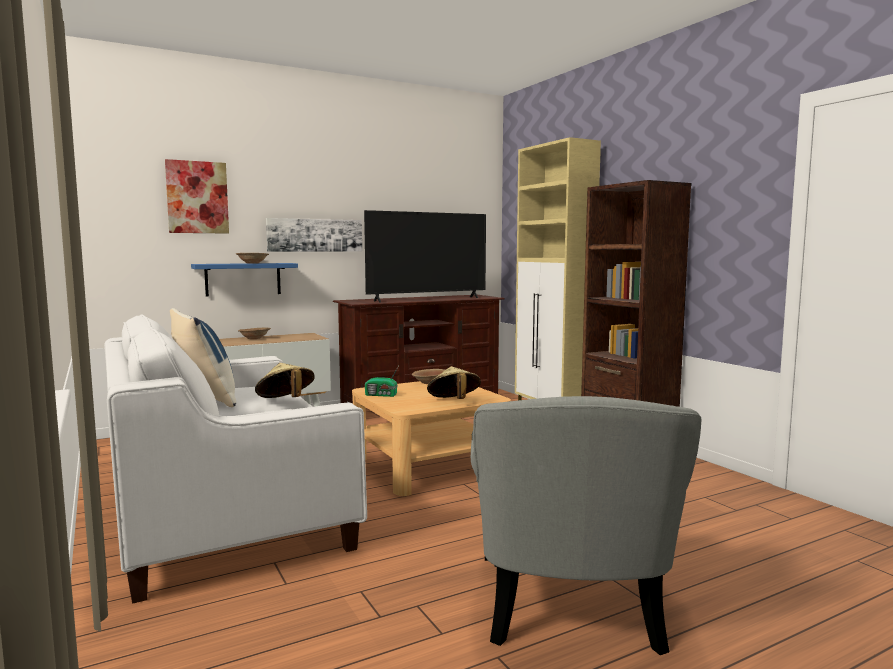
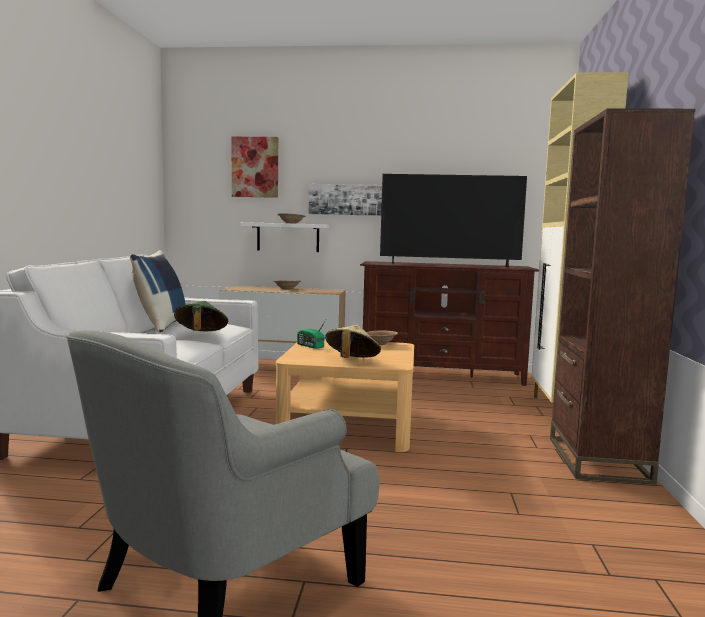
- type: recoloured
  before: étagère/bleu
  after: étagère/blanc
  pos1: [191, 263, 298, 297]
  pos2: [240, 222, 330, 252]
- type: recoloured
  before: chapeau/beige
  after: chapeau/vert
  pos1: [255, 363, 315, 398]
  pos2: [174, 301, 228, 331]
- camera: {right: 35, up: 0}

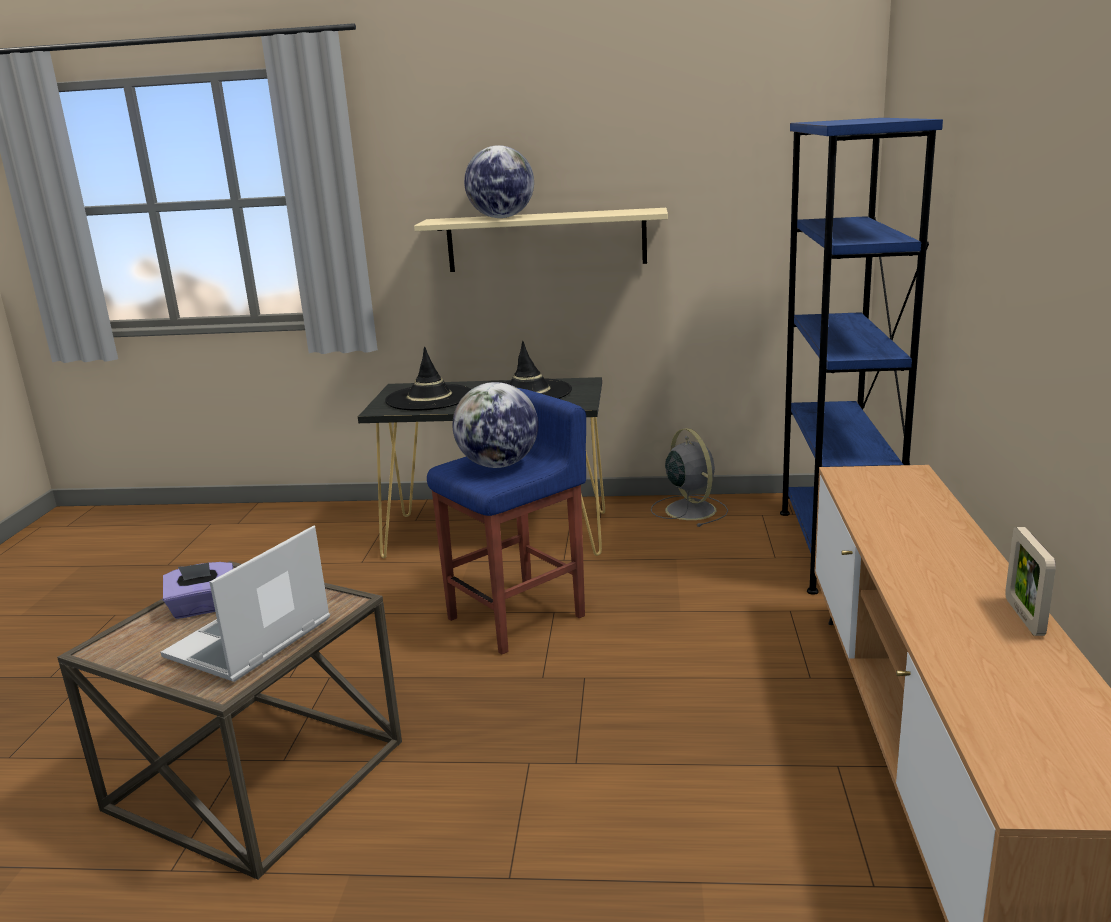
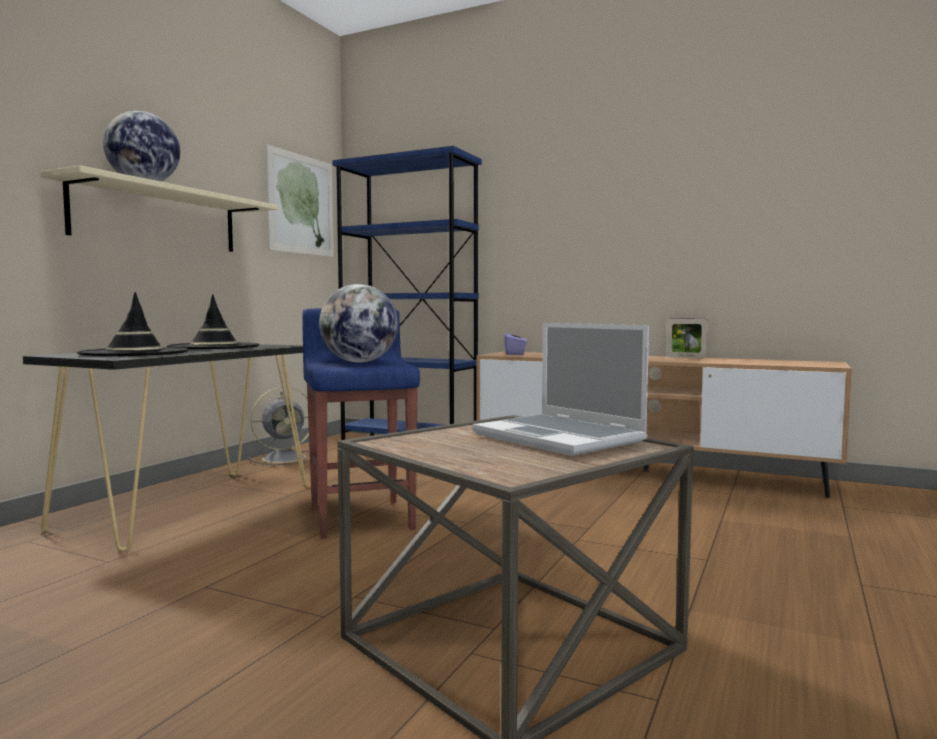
- type: turned
  before: ventilateur/gris
  pos1: [651, 428, 728, 527]
  pos2: [248, 387, 310, 465]
  turn: 150
- type: moved
  before: boîte à mouchoirs/violet
  pos1: [163, 562, 233, 619]
  pos2: [504, 327, 527, 355]
- type: added
  after: tableau
  pos2: [266, 144, 334, 257]
- camera: {right: -70, up: -15}

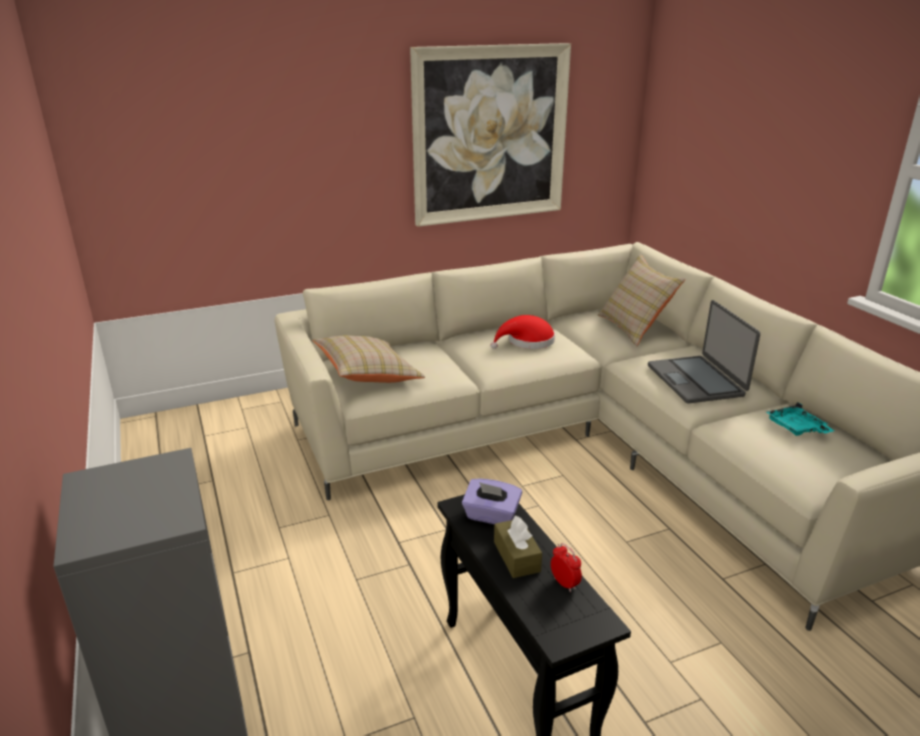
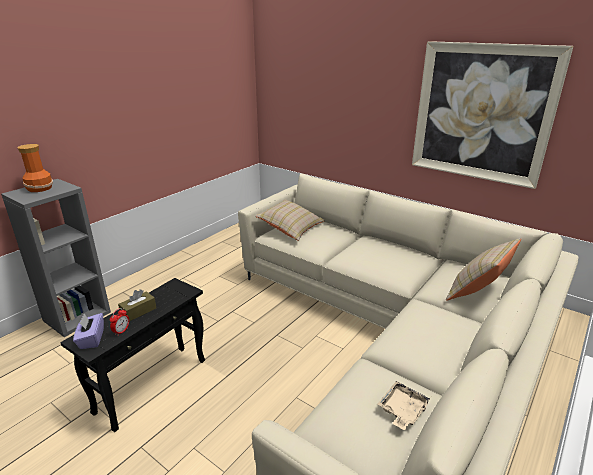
- type: removed
  before: ordinateur portable
  pos1: [648, 300, 760, 404]
- type: removed
  before: chapeau/rouge
  pos1: [491, 315, 555, 349]
- type: recoloured
  before: plateau/turquoise
  after: plateau/beige
  pos1: [766, 402, 835, 436]
  pos2: [378, 381, 430, 430]
- type: moved
  before: boîte à mouchoirs/violet
  pos1: [462, 478, 522, 524]
  pos2: [73, 313, 104, 349]
- type: added
  after: vase
  pos2: [18, 144, 53, 192]
- camera: {right: 60, up: 0}

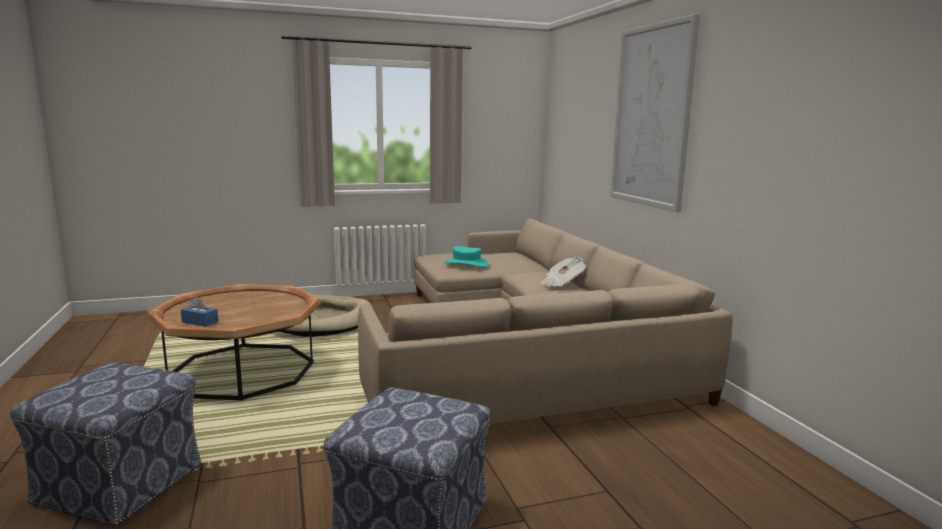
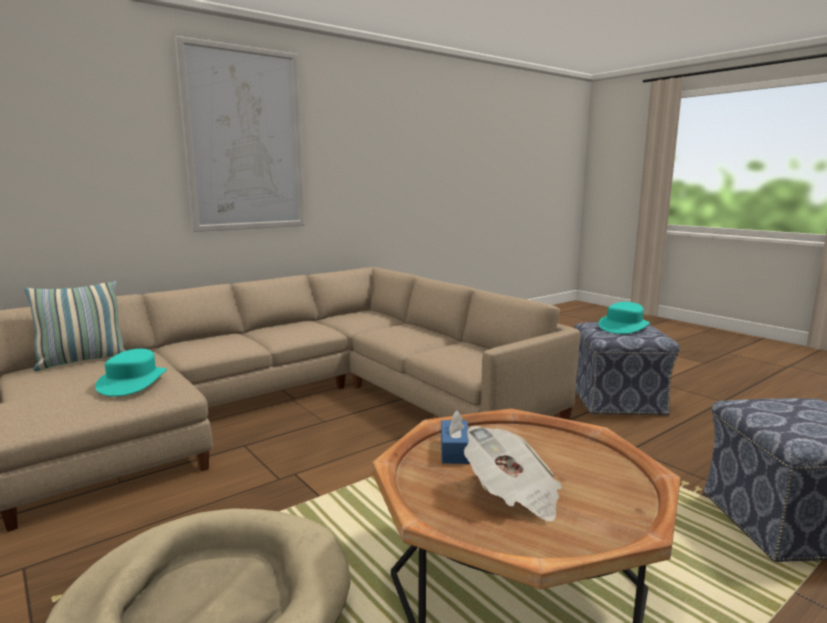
- type: moved
  before: journal
  pos1: [541, 257, 586, 287]
  pos2: [464, 426, 562, 521]
- type: moved
  before: boîte à mouchoirs/bleu
  pos1: [181, 297, 218, 327]
  pos2: [441, 411, 470, 464]
- type: added
  after: coussin
  pos2: [24, 281, 125, 371]
- type: added
  after: chapeau/turquoise
  pos2: [598, 302, 650, 334]
- camera: {right: -110, up: 0}

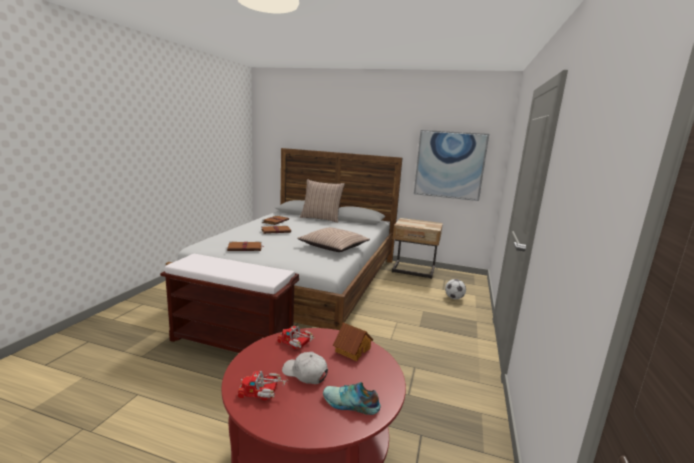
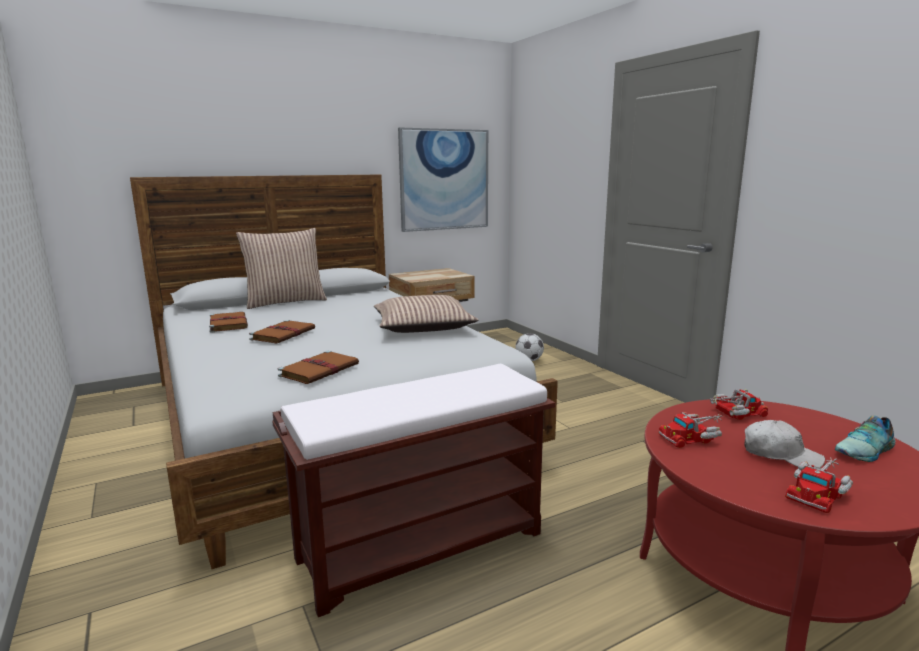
- type: replaced
  before: maison miniature
  after: camion jouet
  pos1: [333, 323, 373, 361]
  pos2: [710, 389, 768, 420]
- type: turned
  before: casquette/blanc
  pos1: [282, 352, 328, 384]
  pos2: [744, 420, 825, 468]
  turn: -135
- camera: {right: -45, up: 0}

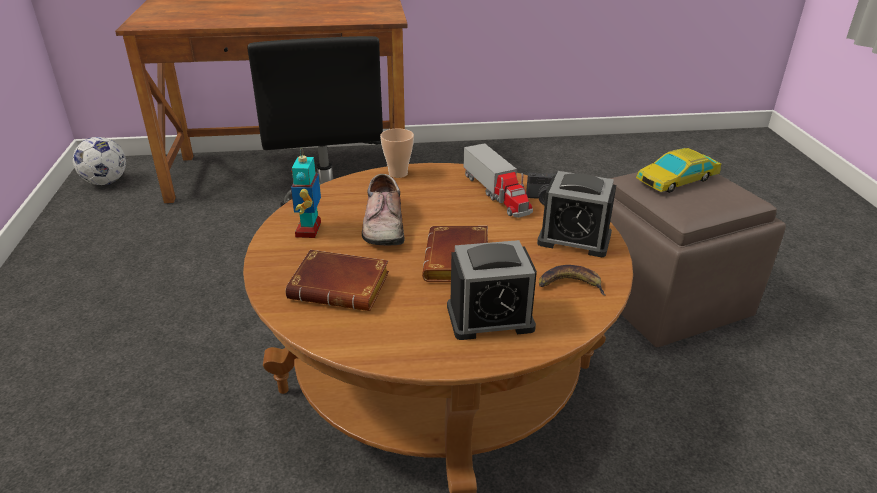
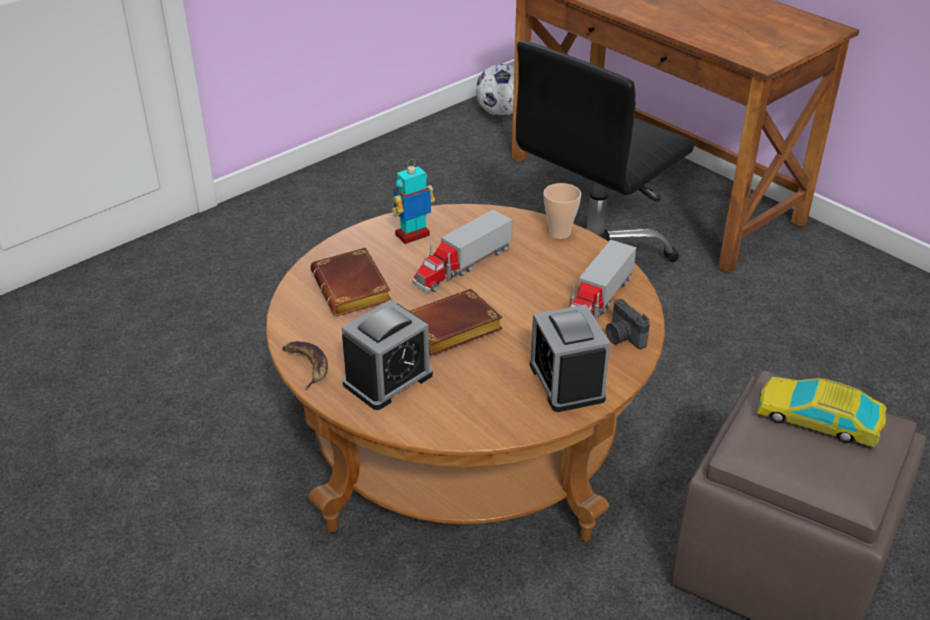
- type: replaced
  before: chaussure
  after: camion jouet
  pos1: [362, 174, 405, 245]
  pos2: [412, 209, 513, 292]
- type: turned
  before: réveil
  pos1: [447, 240, 537, 340]
  pos2: [341, 300, 433, 410]
  turn: -90
- type: moved
  before: banane
  pos1: [539, 265, 606, 296]
  pos2: [282, 341, 328, 390]
- camera: {right: 55, up: 5}

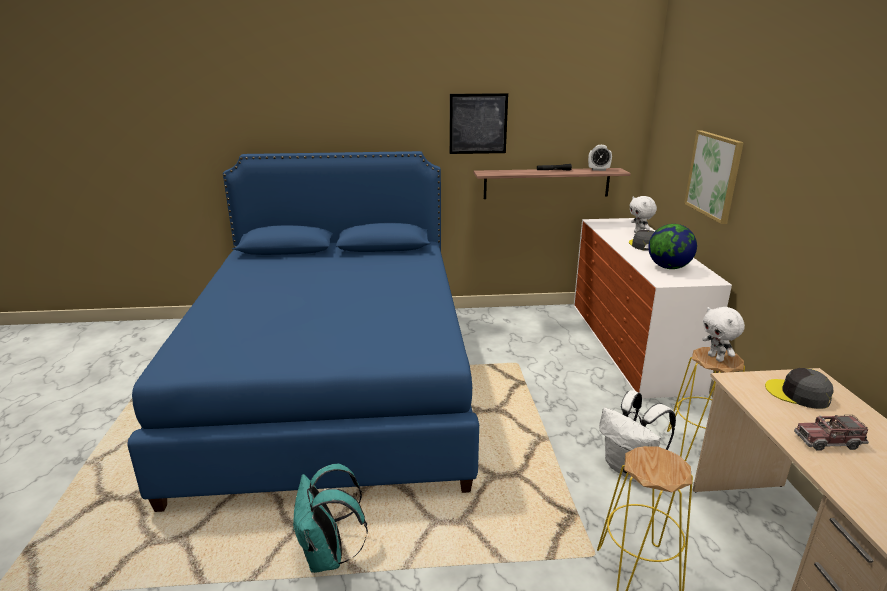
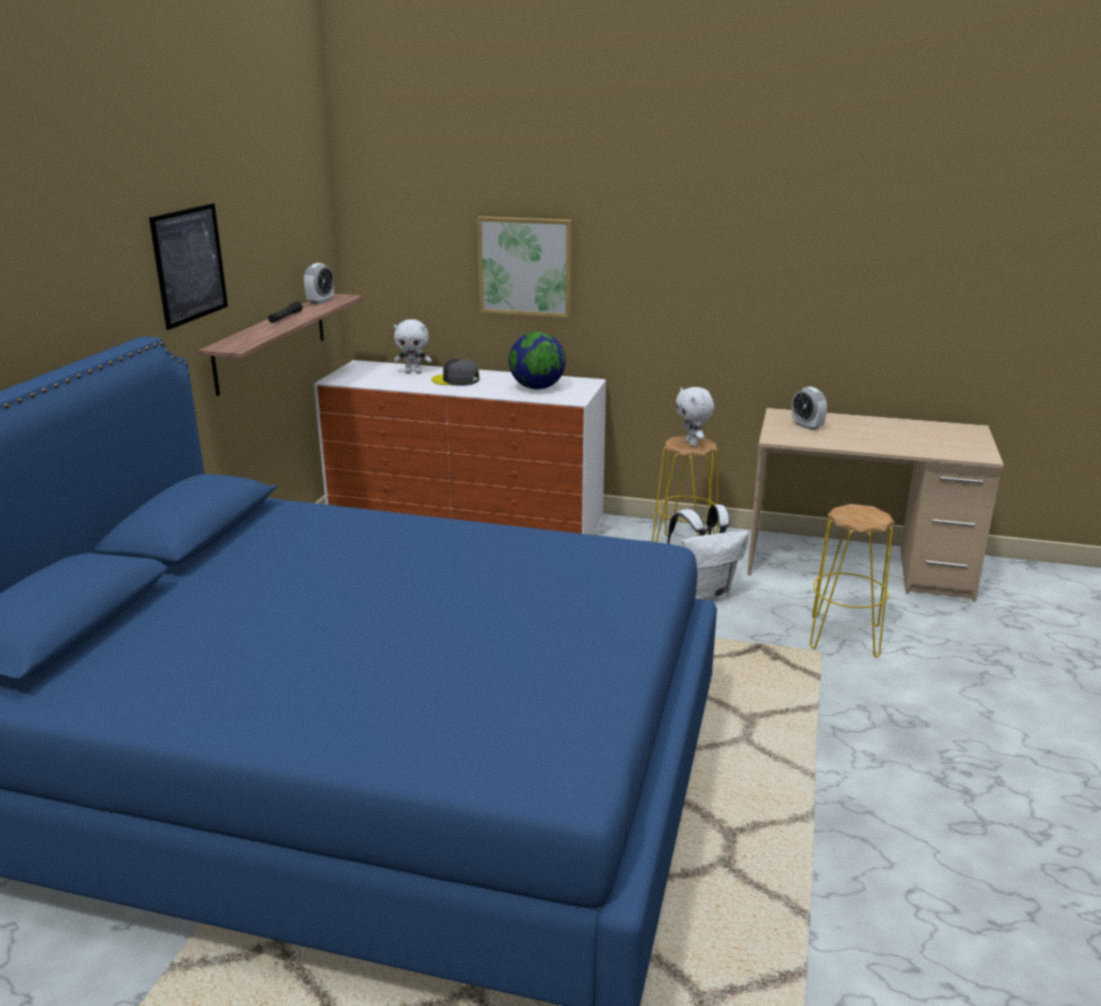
- type: turned
  before: peluche/blanc
  pos1: [702, 307, 745, 362]
  pos2: [676, 387, 714, 447]
  turn: 75
- type: replaced
  before: casquette/gris
  after: réveil
  pos1: [765, 368, 834, 409]
  pos2: [792, 387, 827, 430]
- type: removed
  before: camion jouet
  pos1: [794, 415, 869, 451]
- type: removed
  before: sac à dos/turquoise
  pos1: [293, 464, 368, 573]
- camera: {right: -70, up: 0}

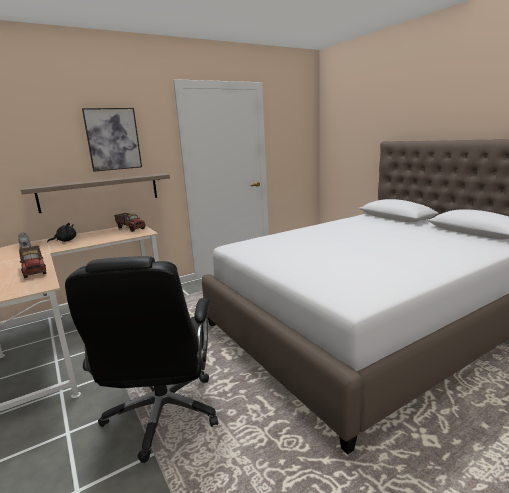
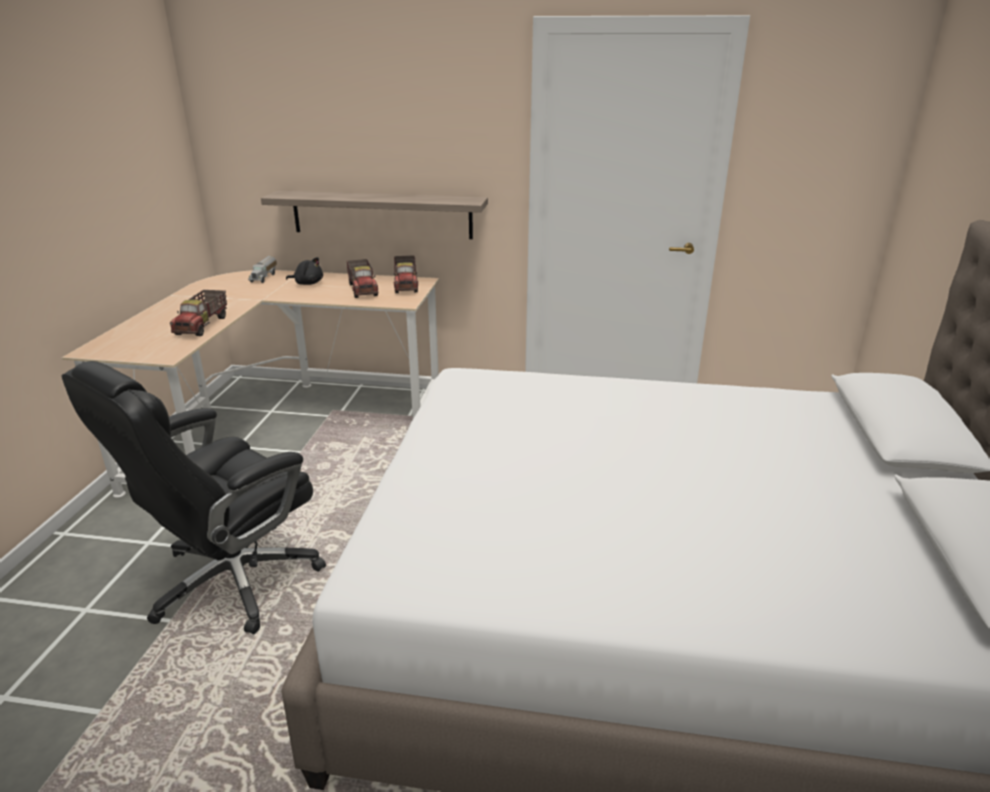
- type: removed
  before: tableau
  pos1: [82, 108, 142, 172]
- type: added
  after: camion jouet
  pos2: [347, 259, 378, 298]
- camera: {right: 40, up: 10}

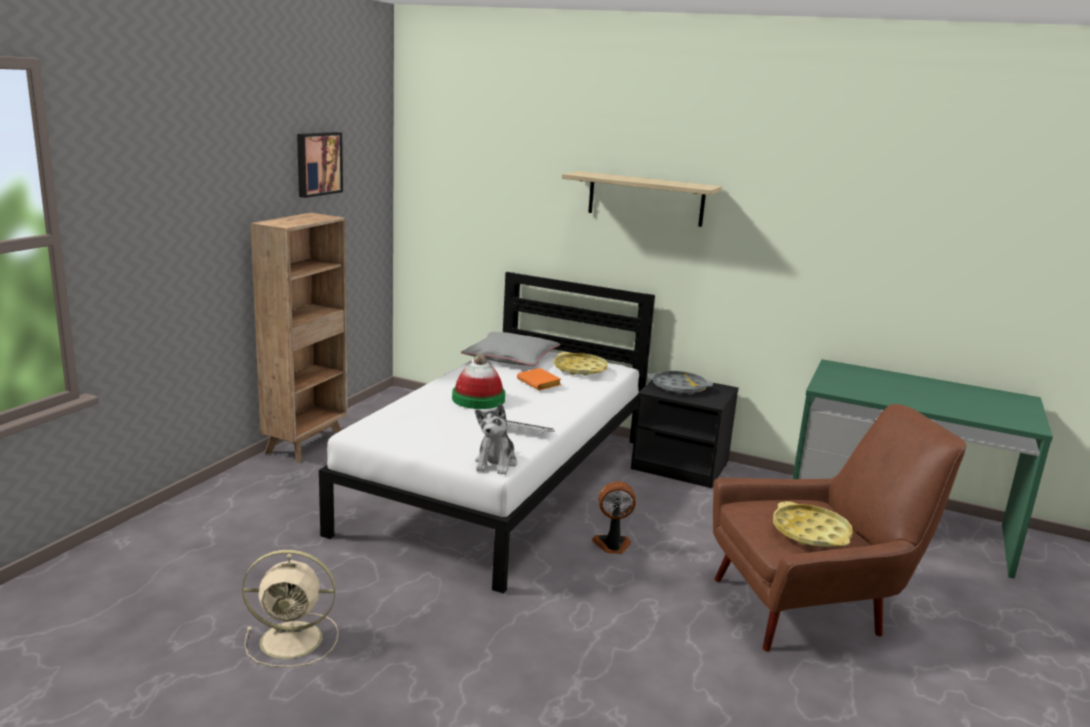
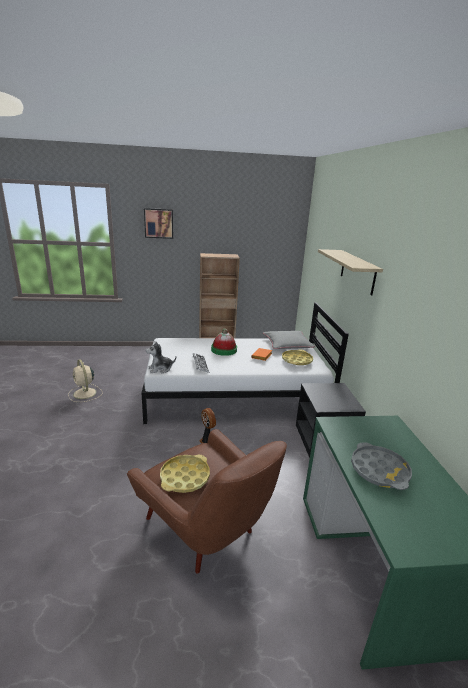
- type: moved
  before: tableau
  pos1: [297, 132, 343, 198]
  pos2: [144, 208, 173, 239]
- type: moved
  before: plateau/gris
  pos1: [648, 371, 713, 395]
  pos2: [351, 442, 412, 490]
- camera: {right: 60, up: 5}

